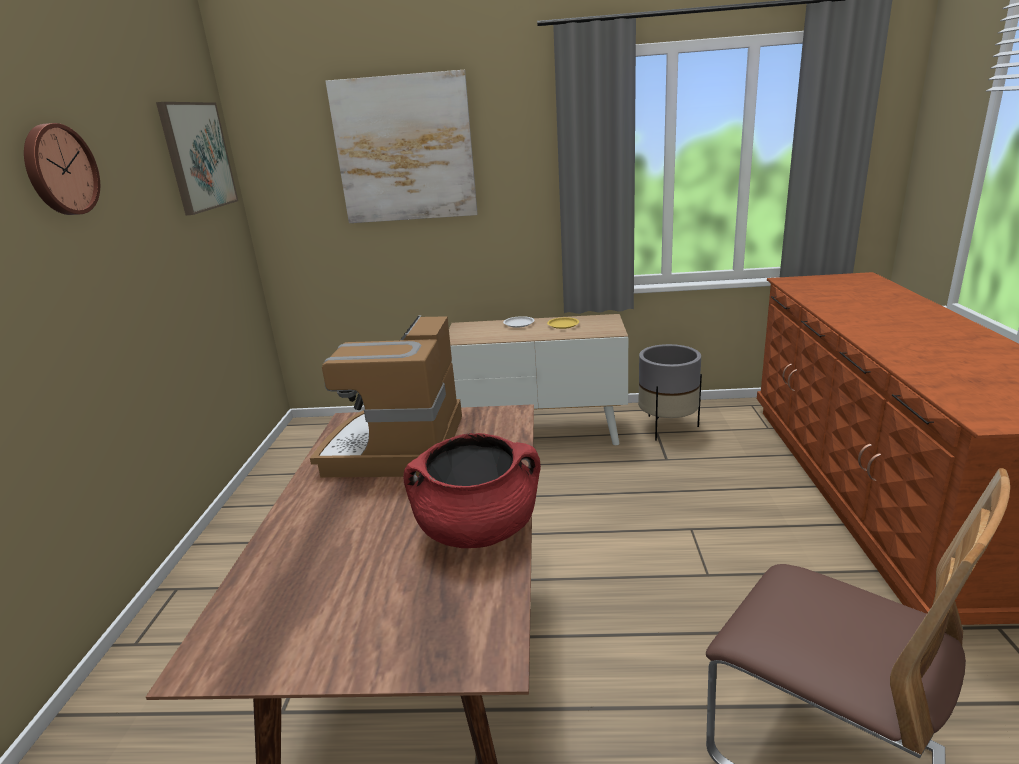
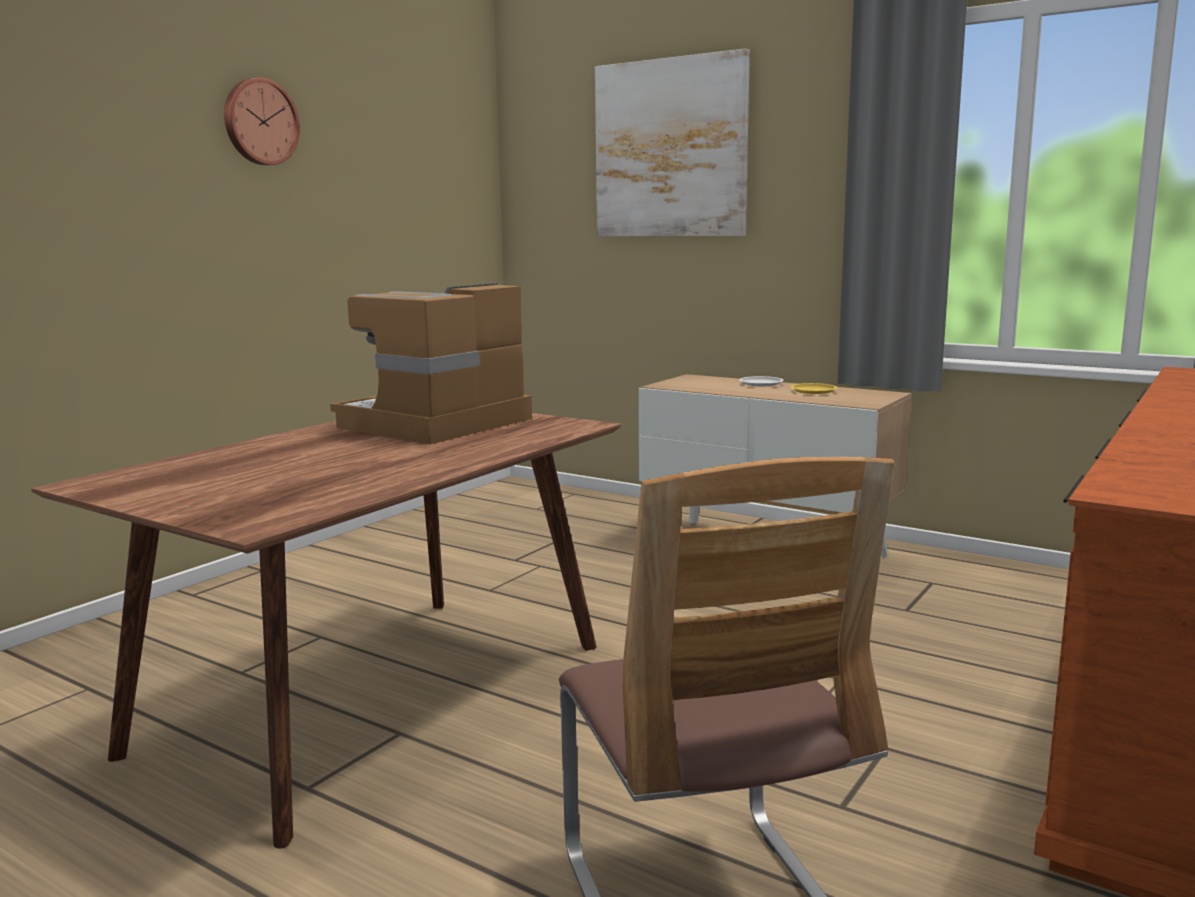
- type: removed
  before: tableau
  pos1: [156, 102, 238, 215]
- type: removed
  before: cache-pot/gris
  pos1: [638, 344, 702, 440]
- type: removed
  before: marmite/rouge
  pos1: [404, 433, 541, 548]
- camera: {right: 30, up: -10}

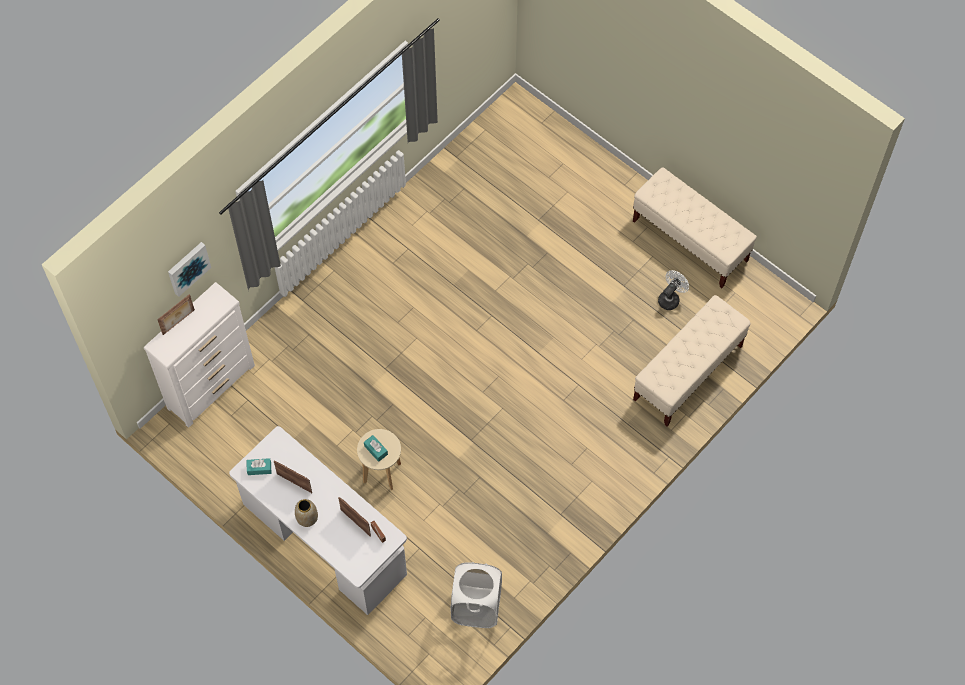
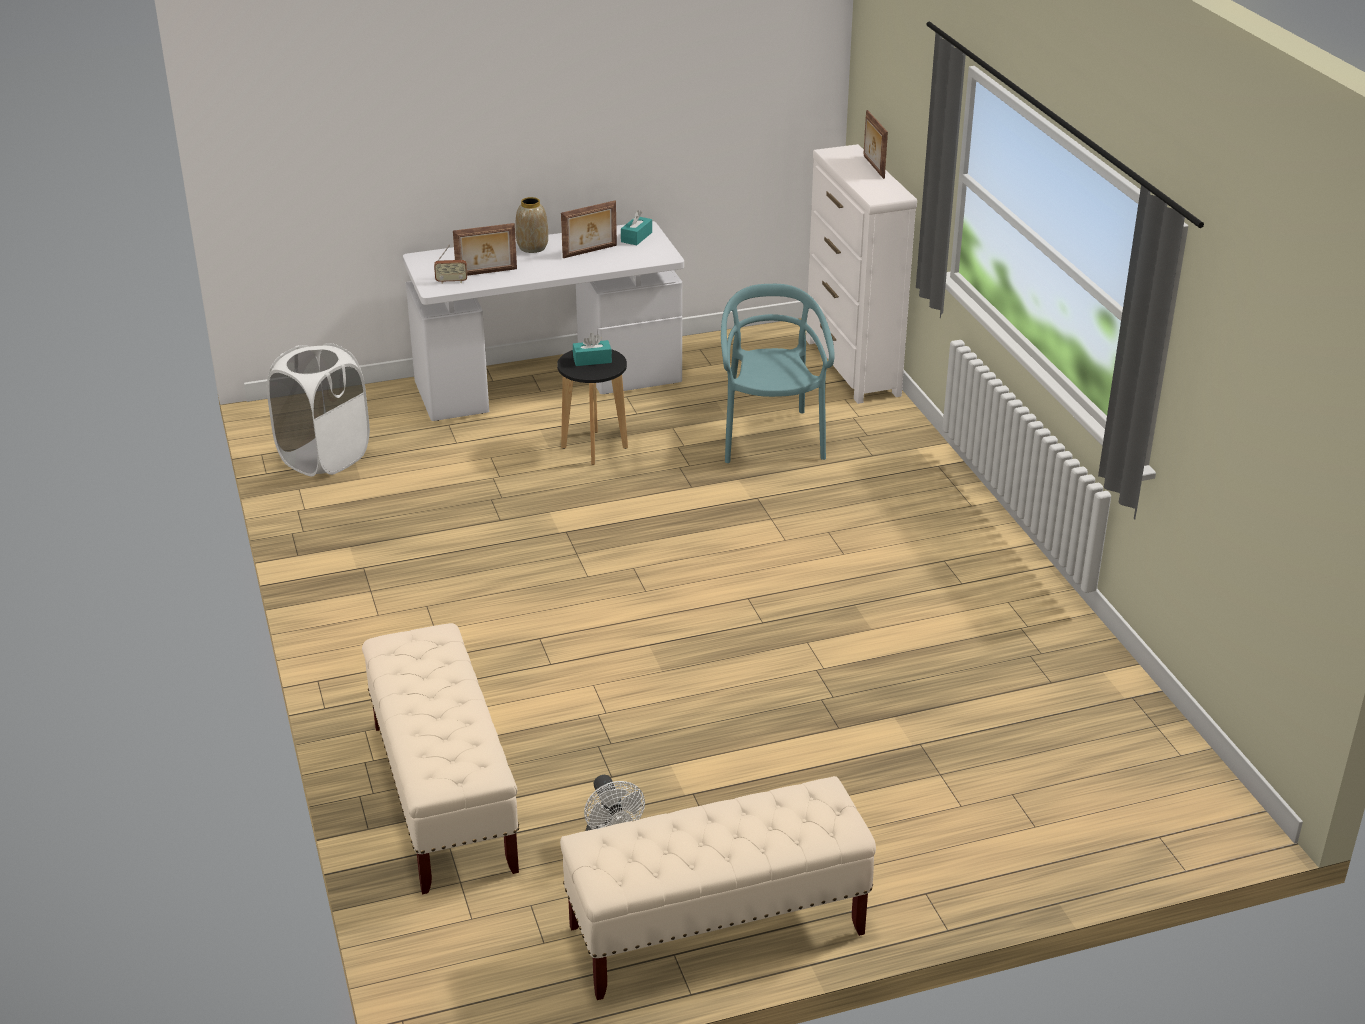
- type: removed
  before: tableau
  pos1: [168, 242, 211, 297]
- type: recoloured
  before: tabouret/beige
  after: tabouret/noir
  pos1: [357, 429, 401, 490]
  pos2: [557, 349, 628, 465]
- type: added
  after: chaise/turquoise
  pos2: [721, 284, 835, 463]
- camera: {right: 120, up: -30}

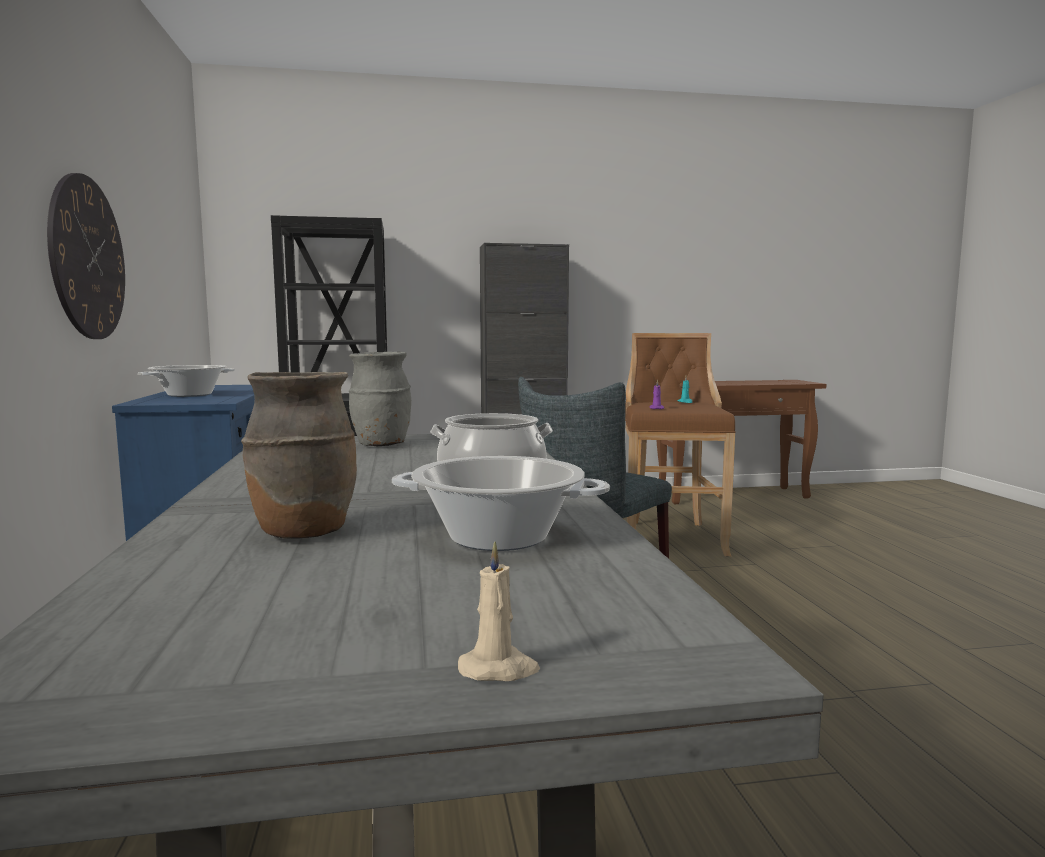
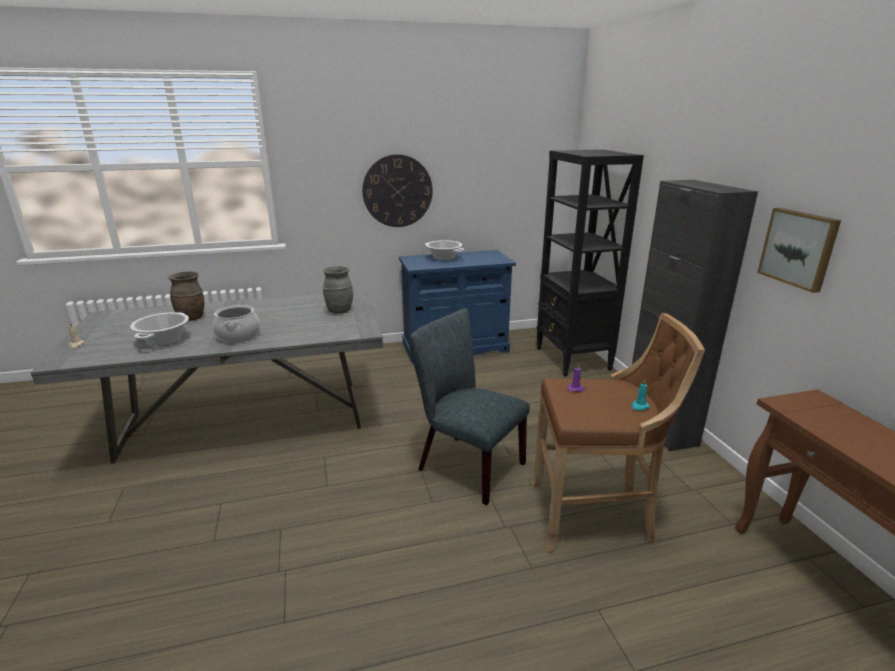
- type: added
  after: tableau
  pos2: [757, 208, 841, 293]
- camera: {right: 85, up: 15}

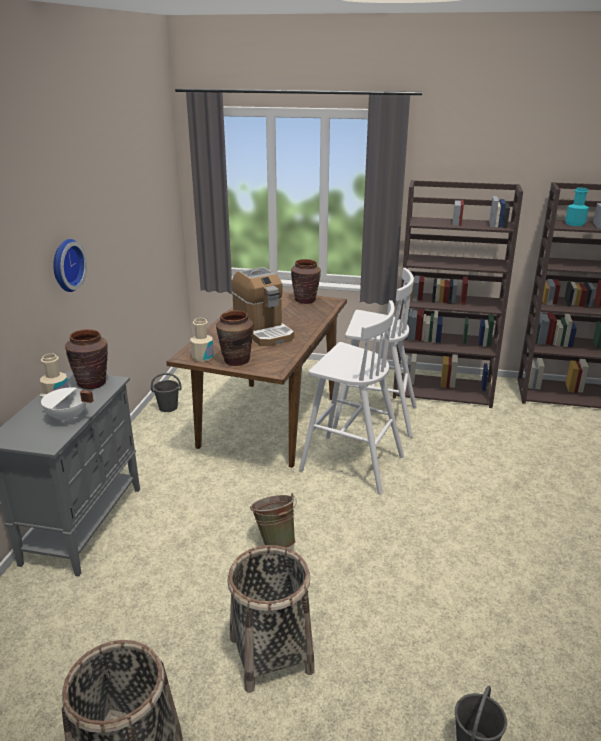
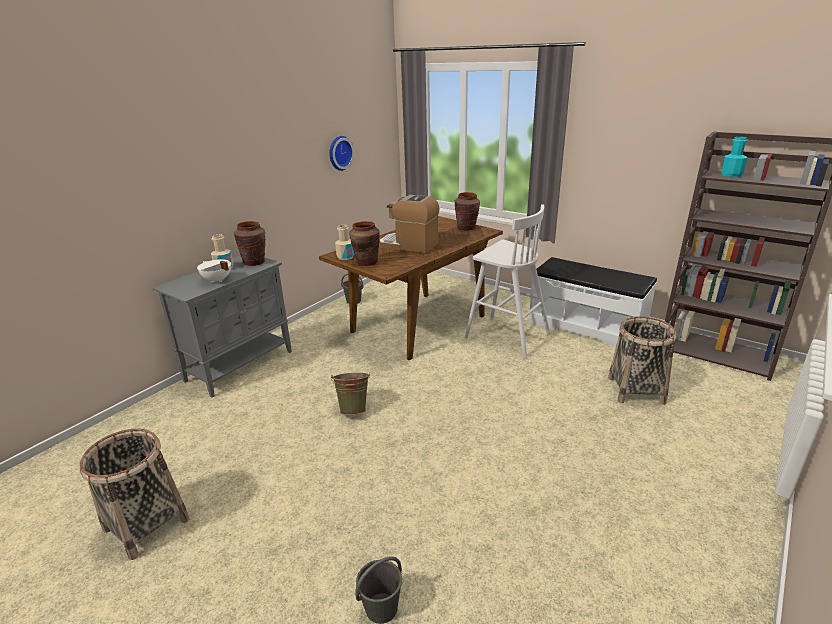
- type: replaced
  before: bibliothèque/marron
  after: banc/blanc
  pos1: [393, 180, 523, 408]
  pos2: [529, 257, 657, 347]
- type: moved
  before: horloge murale
  pos1: [53, 239, 87, 292]
  pos2: [329, 136, 354, 171]
- type: turned
  before: machine à café
  pos1: [231, 267, 294, 346]
  pos2: [379, 195, 439, 254]
  turn: 120
- type: removed
  before: tabouret/blanc
  pos1: [299, 300, 404, 494]
- type: moved
  before: panier
  pos1: [227, 545, 315, 693]
  pos2: [608, 316, 677, 405]
- camera: {right: 25, up: 0}

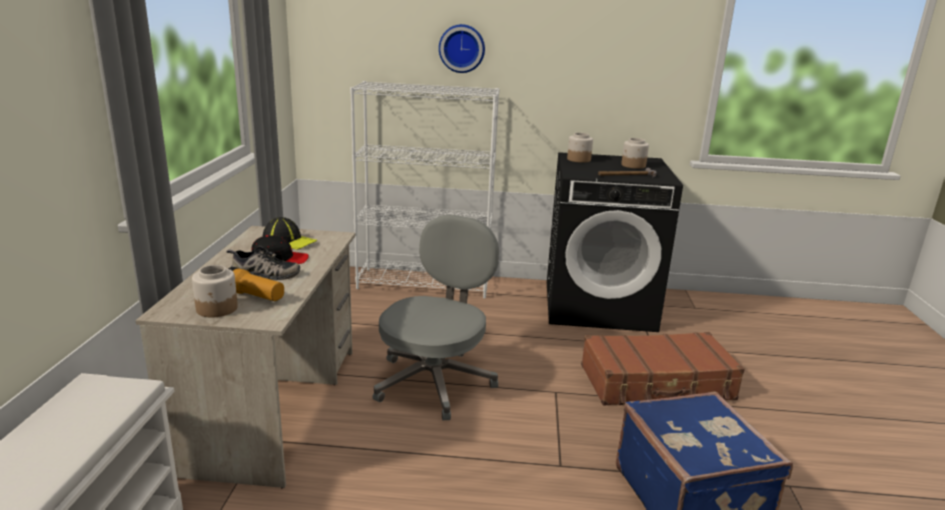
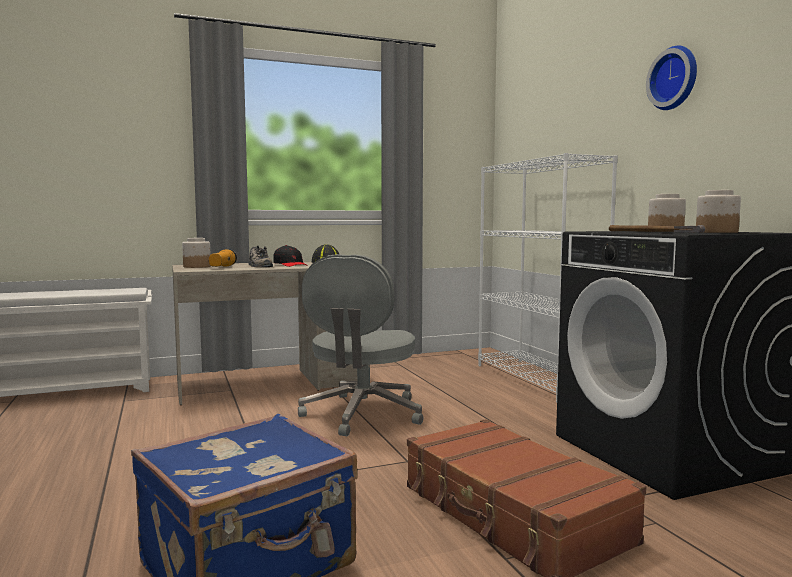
- type: moved
  before: horloge murale
  pos1: [439, 24, 485, 73]
  pos2: [646, 45, 697, 110]
- type: turned
  before: chaise de bureau/gris
  pos1: [372, 215, 499, 420]
  pos2: [298, 254, 423, 436]
  turn: 105
- camera: {right: 65, up: -15}

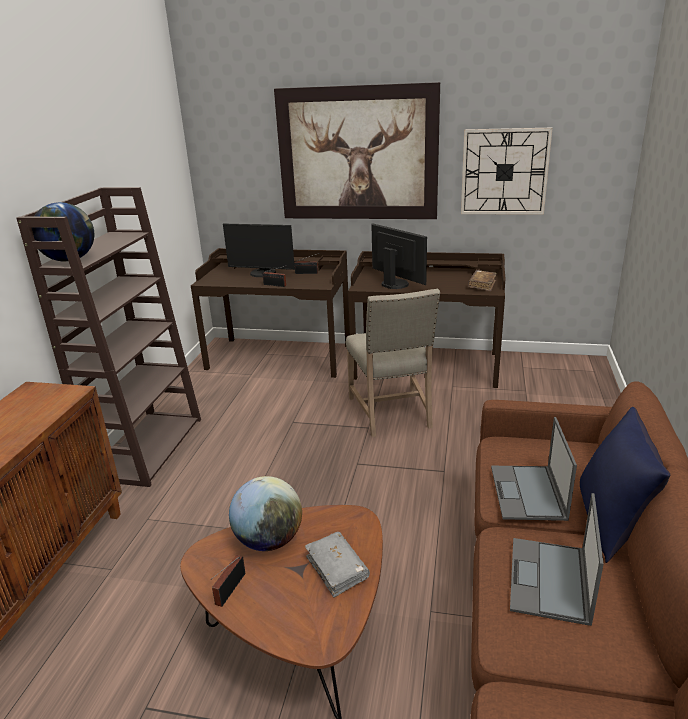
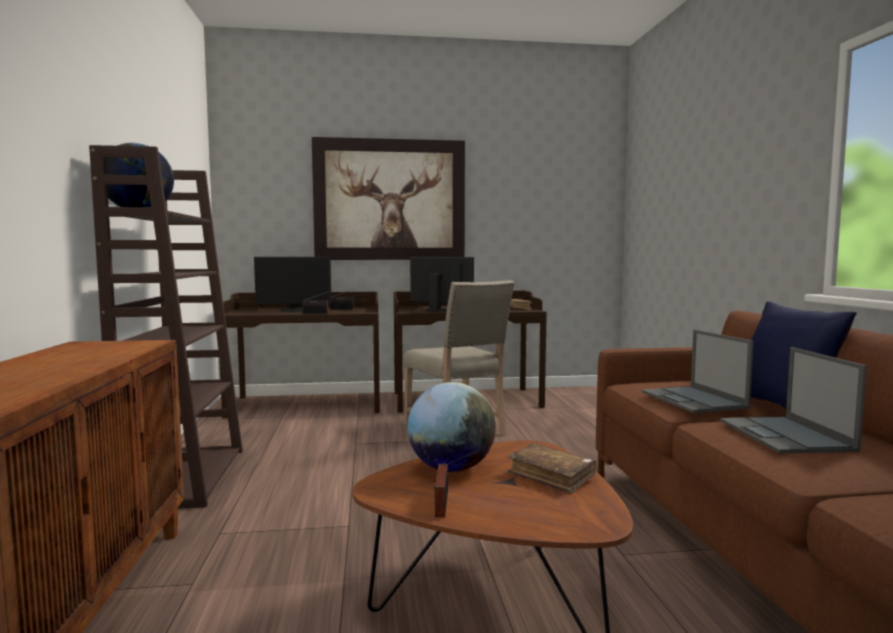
- type: removed
  before: horloge murale
  pos1: [461, 128, 552, 215]
- type: recoloured
  before: livre/gris
  after: livre/marron
  pos1: [305, 532, 370, 598]
  pos2: [507, 444, 597, 494]
- camera: {right: -20, up: -20}

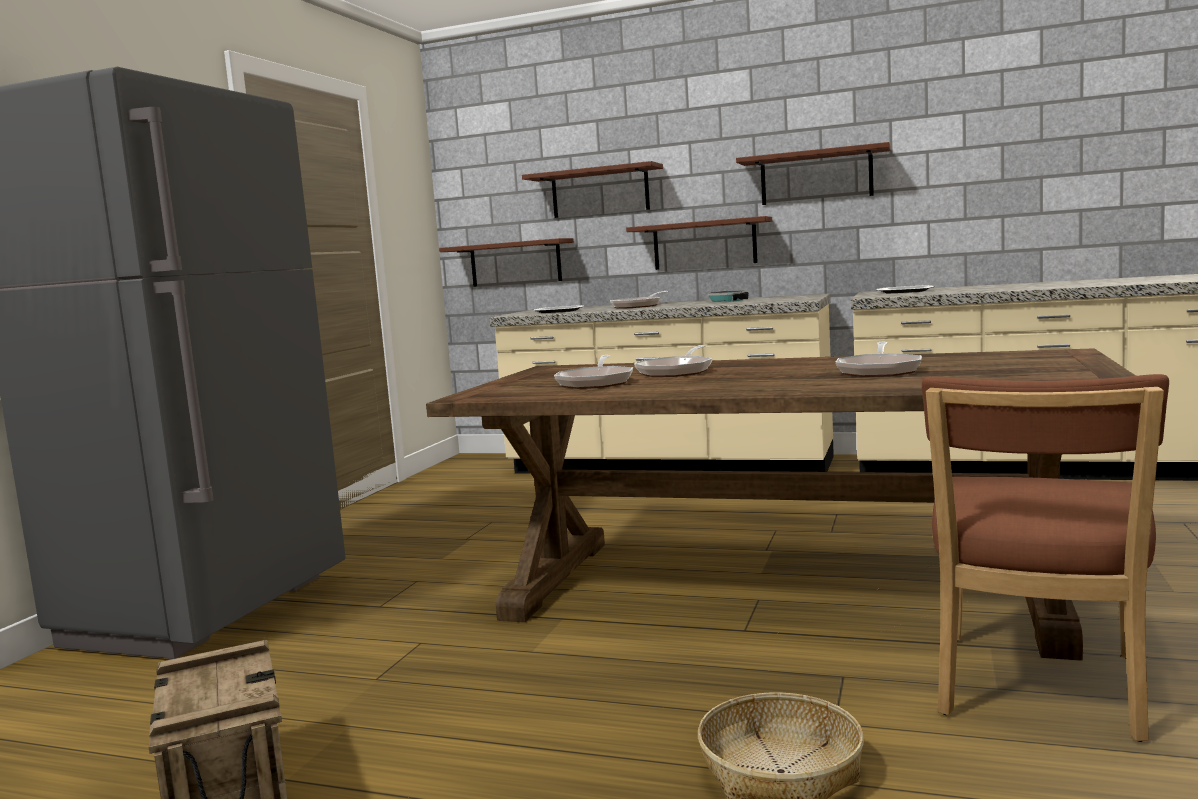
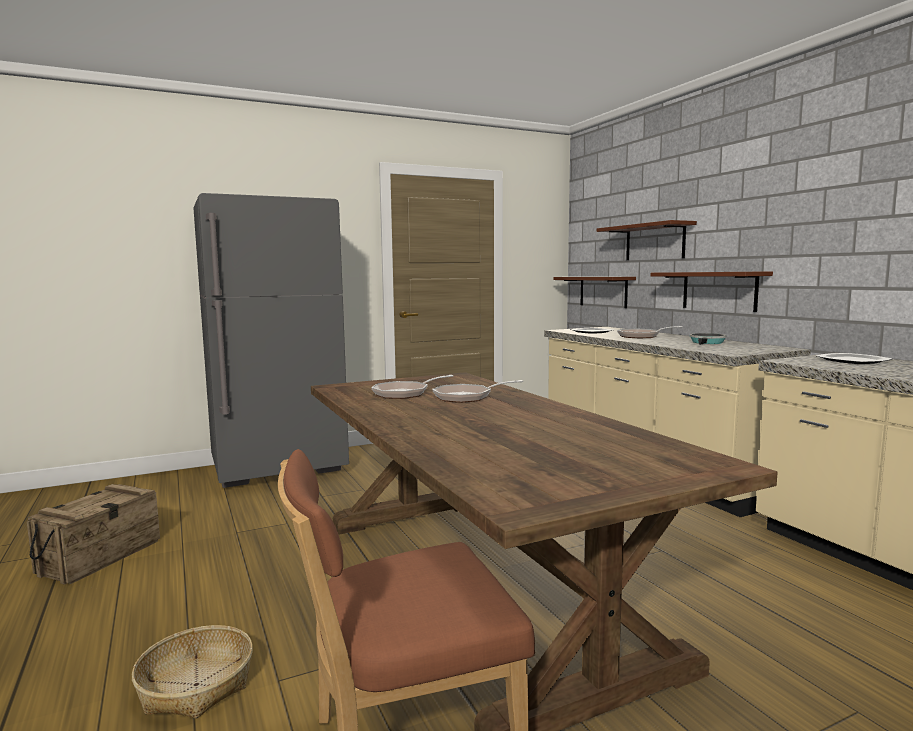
- type: removed
  before: étagère/marron
  pos1: [736, 142, 891, 205]
- type: removed
  before: poêle
  pos1: [836, 342, 922, 377]
- camera: {right: 45, up: 0}

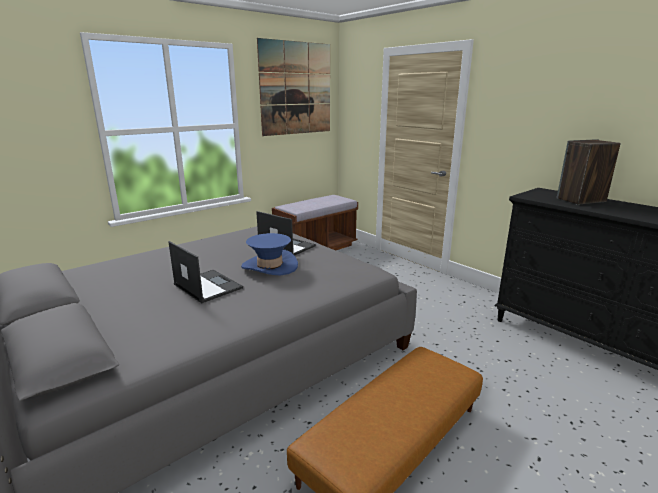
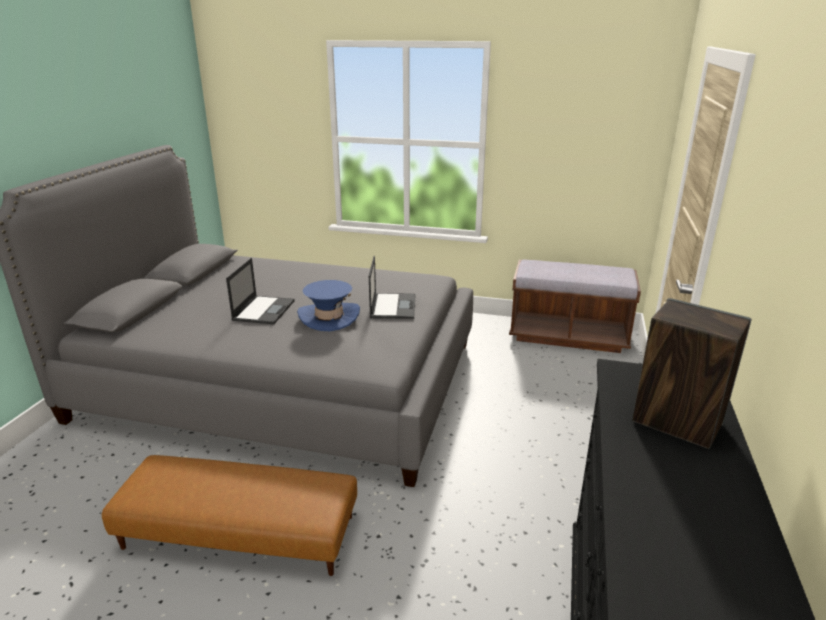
- type: removed
  before: tableau
  pos1: [257, 38, 330, 136]
- camera: {right: 55, up: 5}

